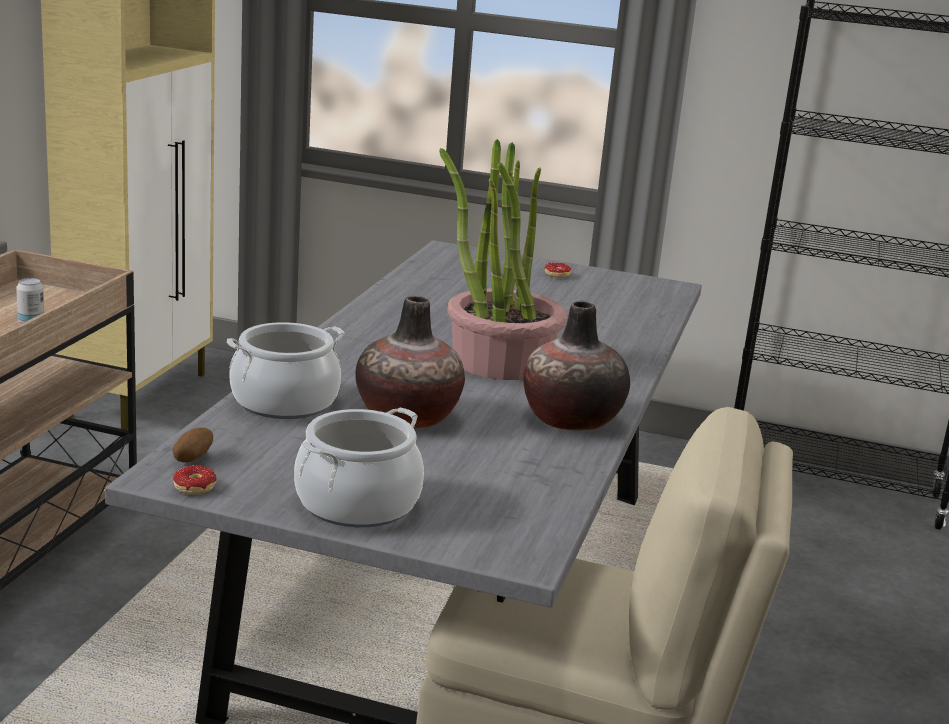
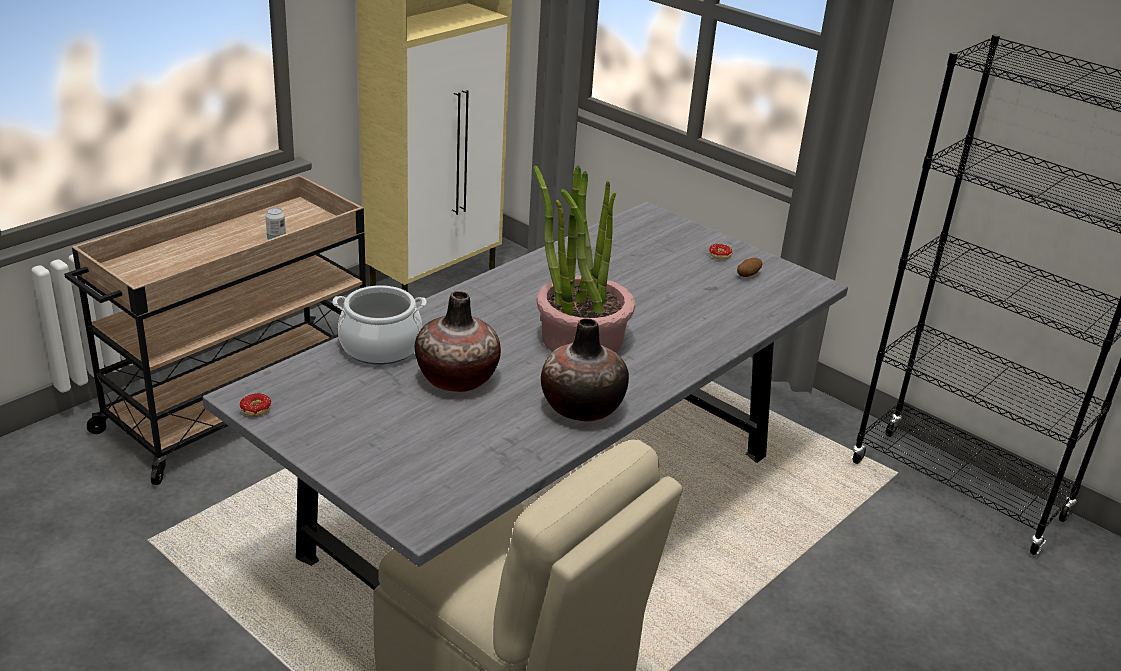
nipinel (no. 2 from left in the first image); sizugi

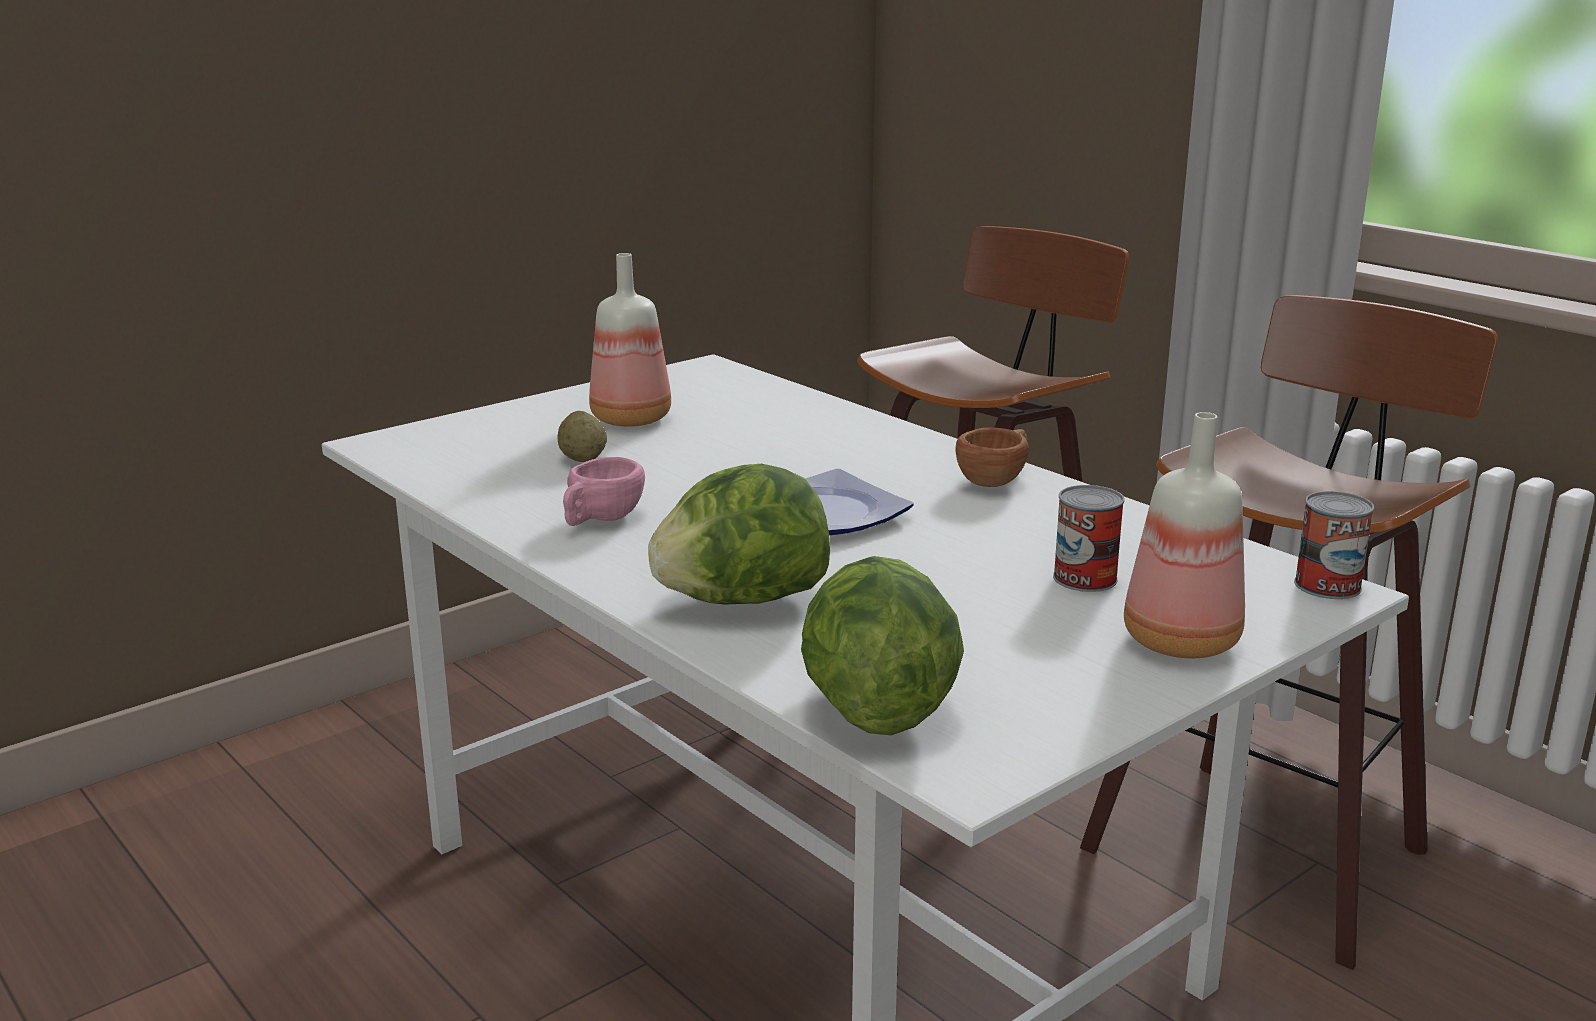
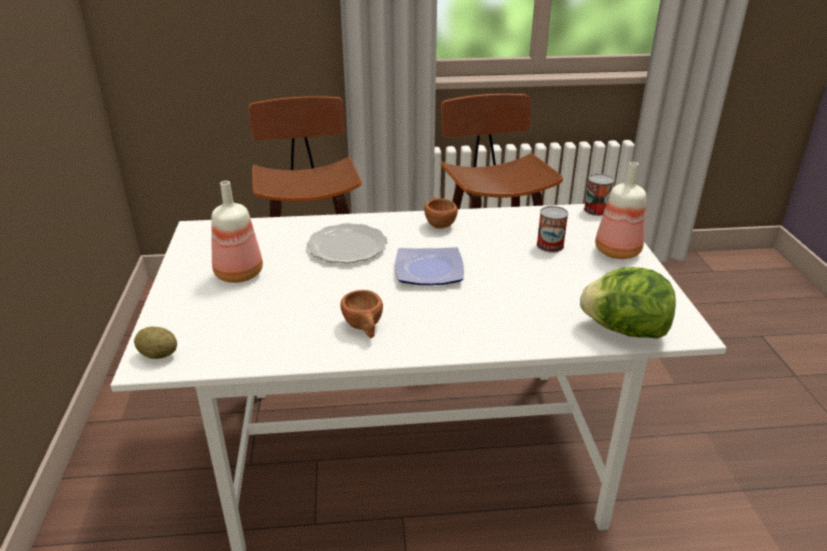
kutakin (no. 1 from left in the first image); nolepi (no. 1 from left); sizugi; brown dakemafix (no. 1 from left)

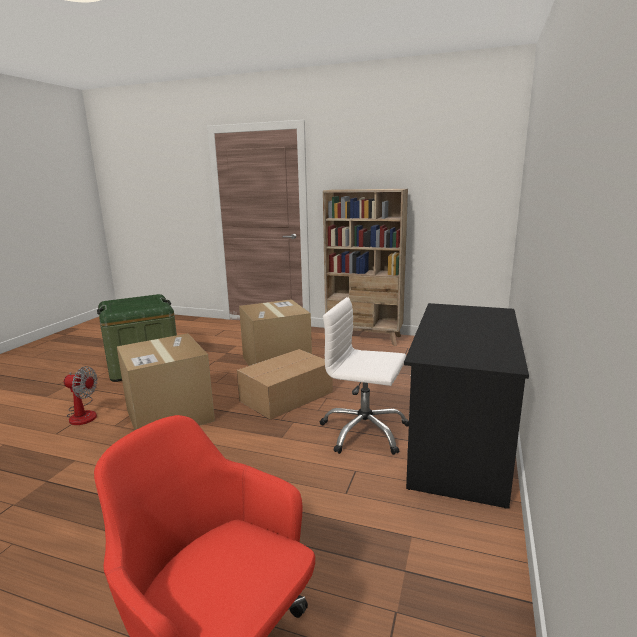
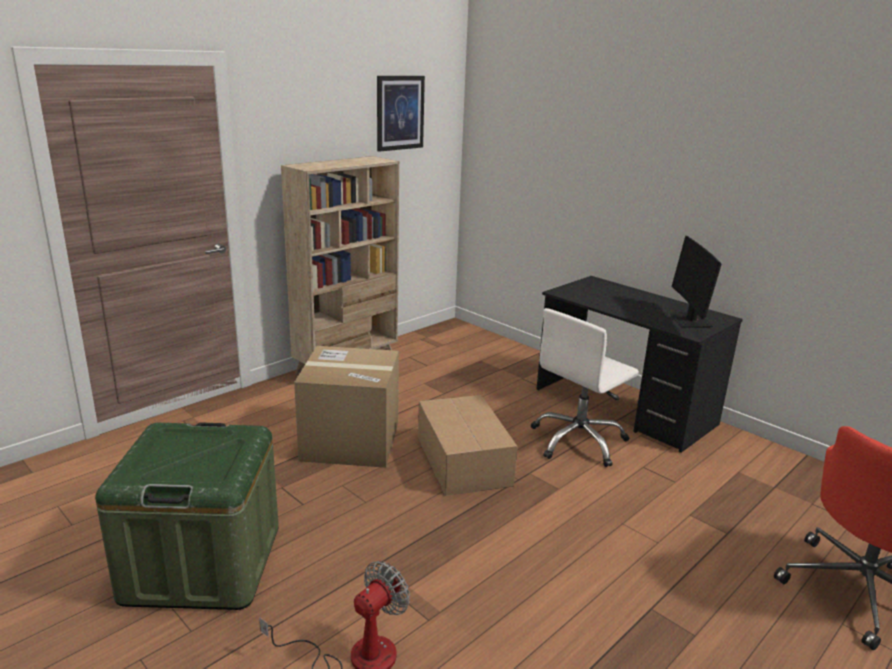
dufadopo (no. 1 from left in the first image); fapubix; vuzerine

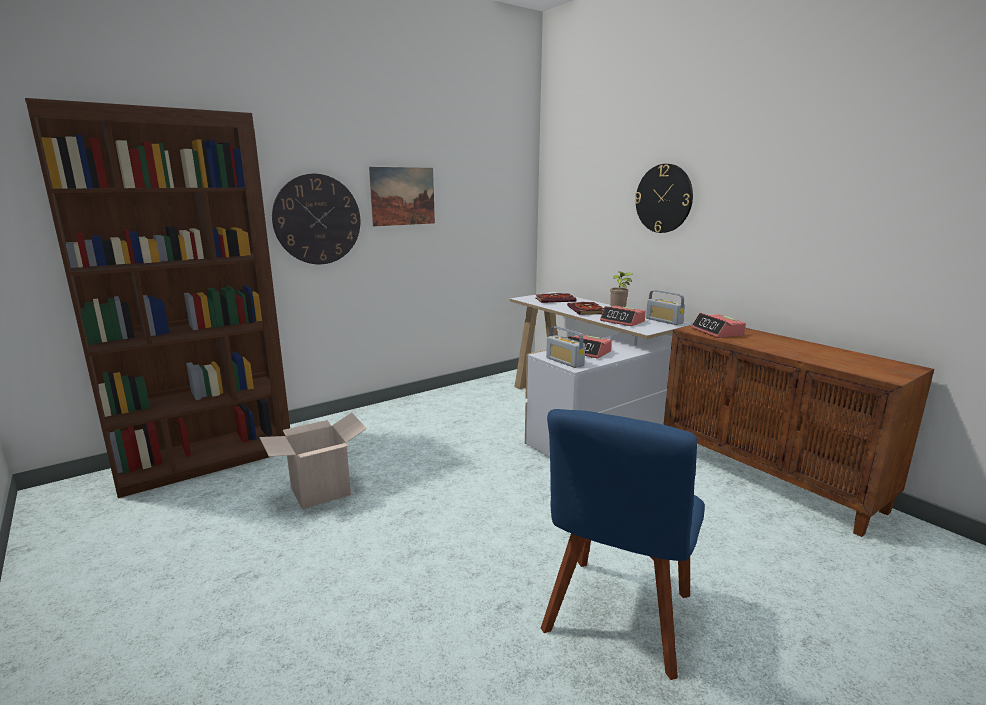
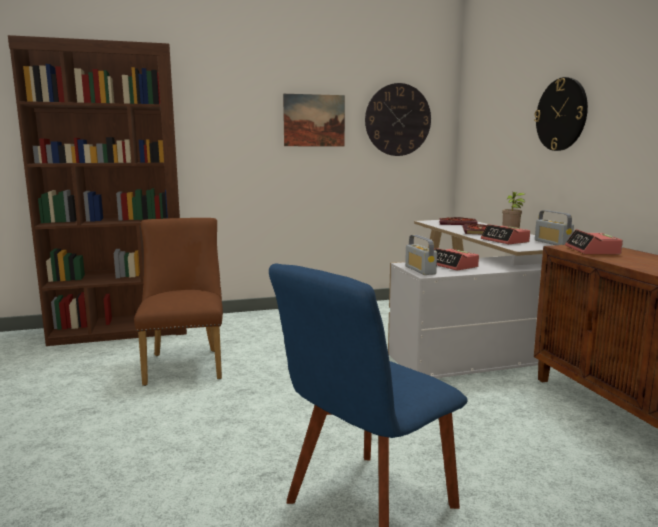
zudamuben (no. 1 from left); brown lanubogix

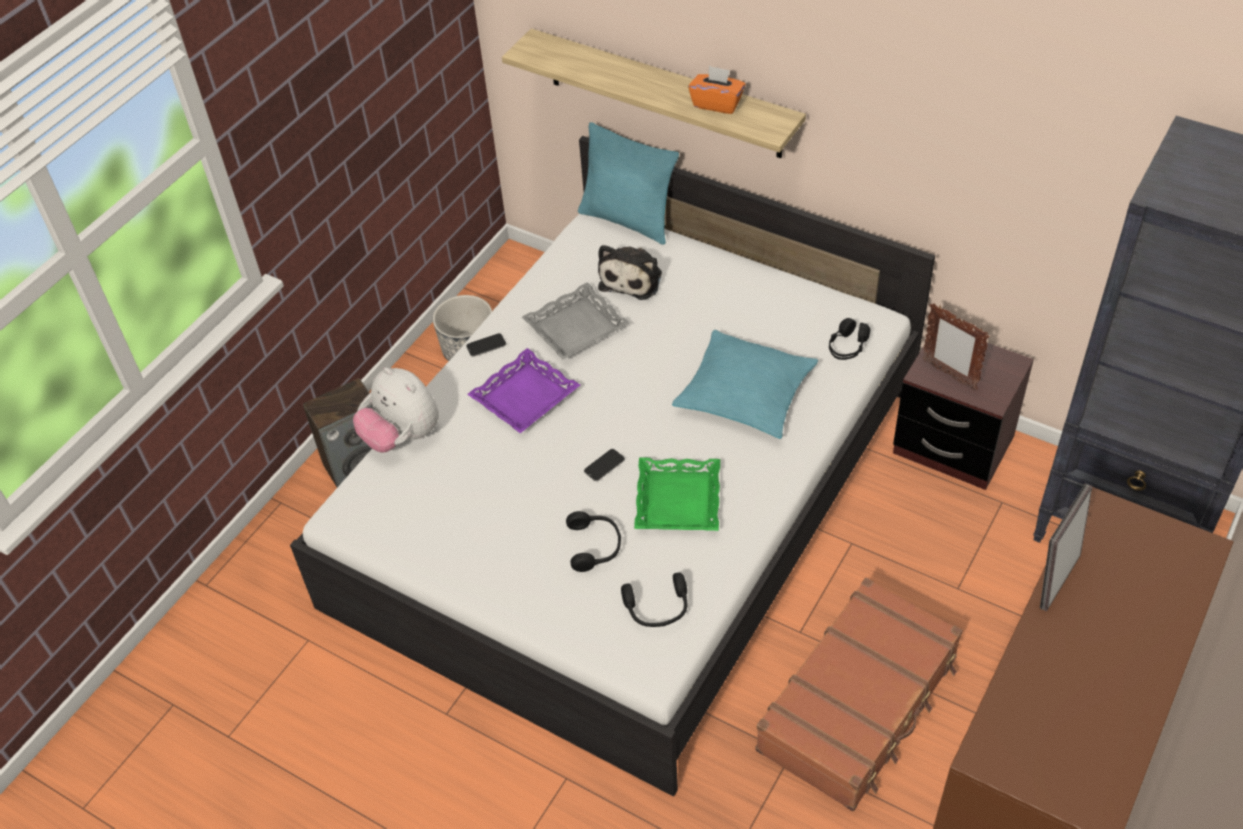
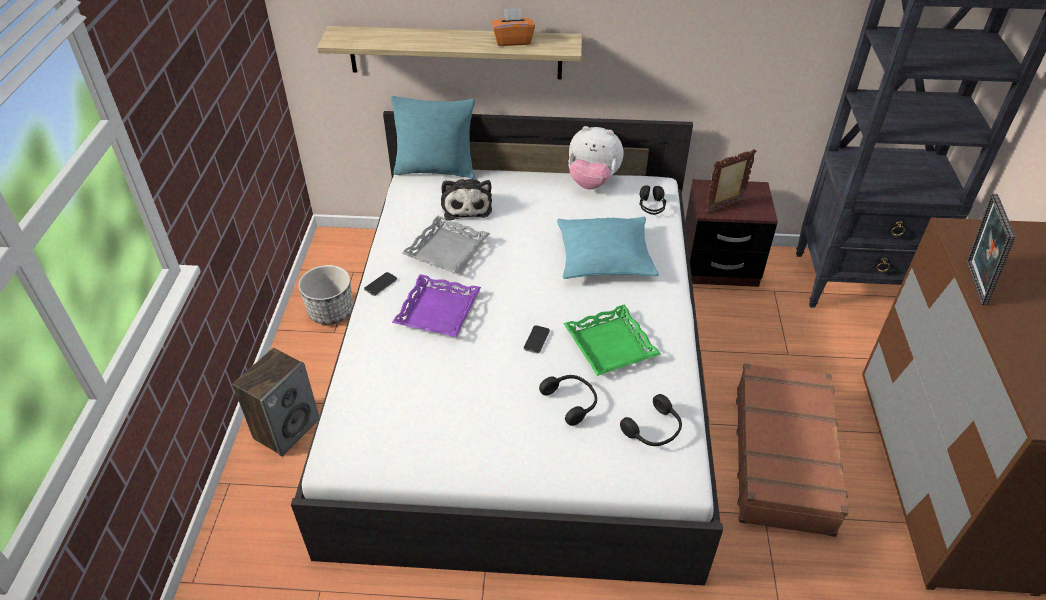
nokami (no. 2 from left); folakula (no. 1 from left)

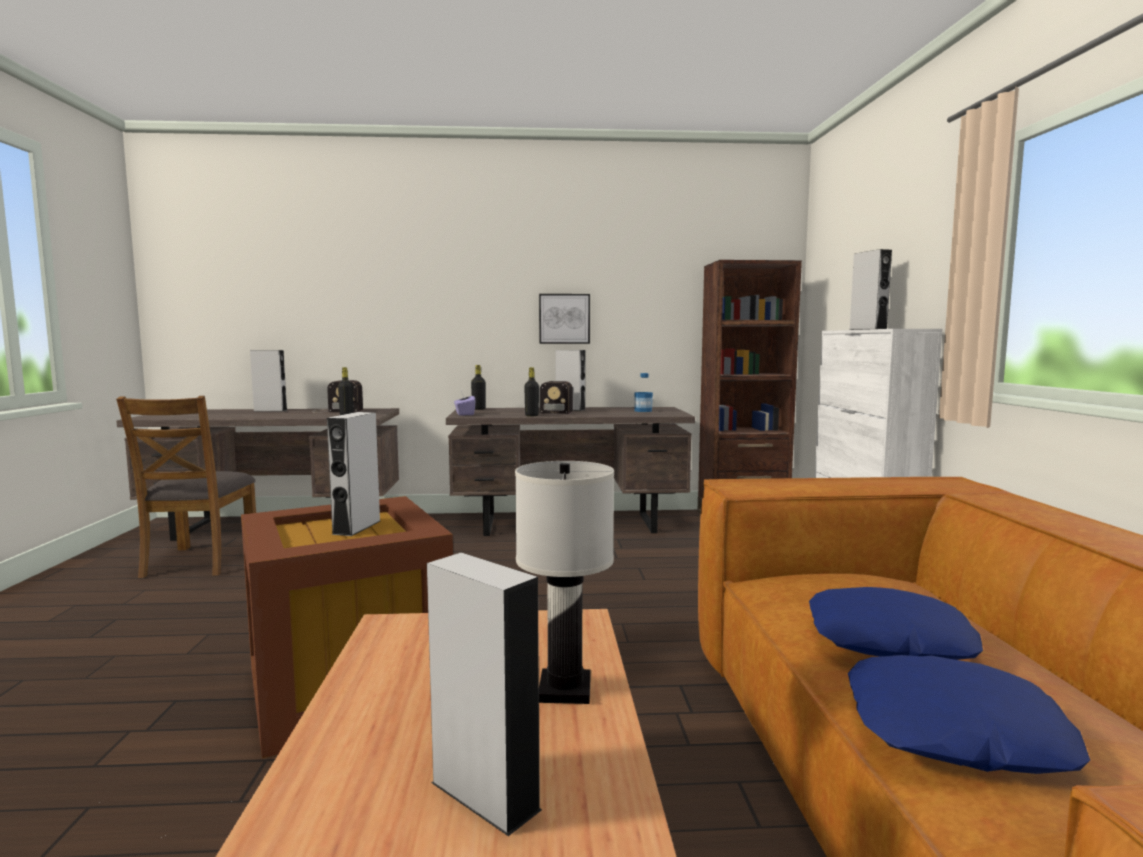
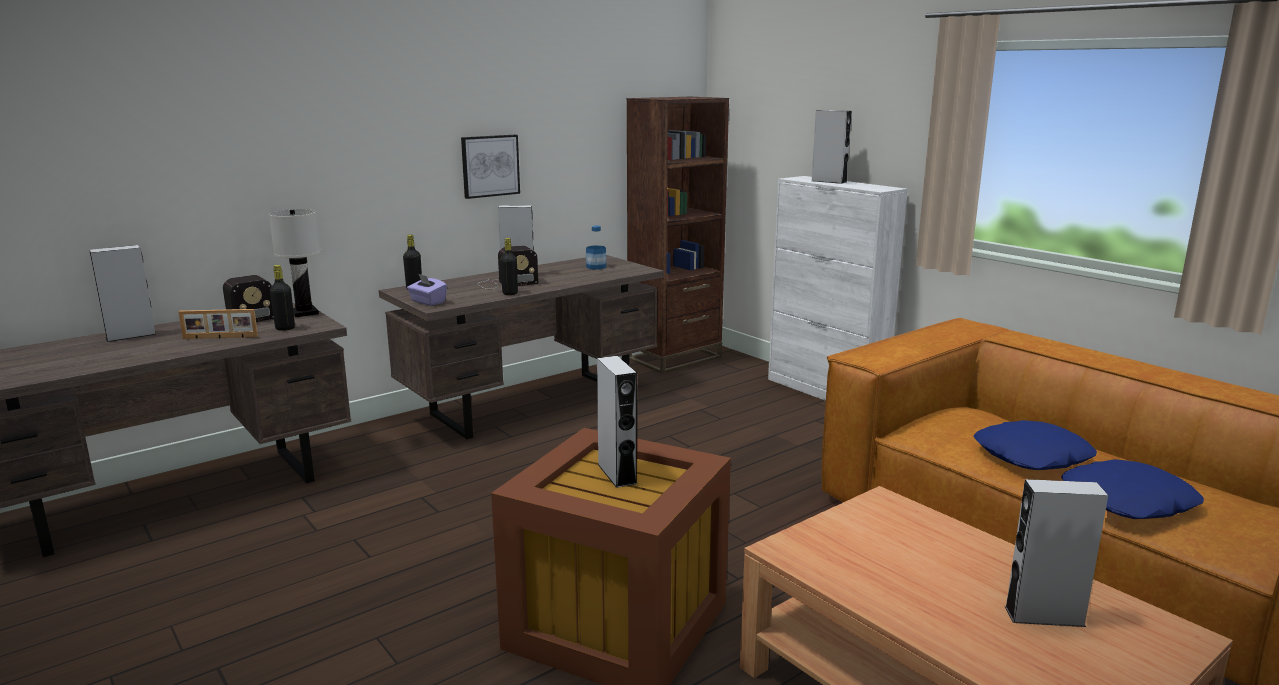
brown lanubogix; folakula; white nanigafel

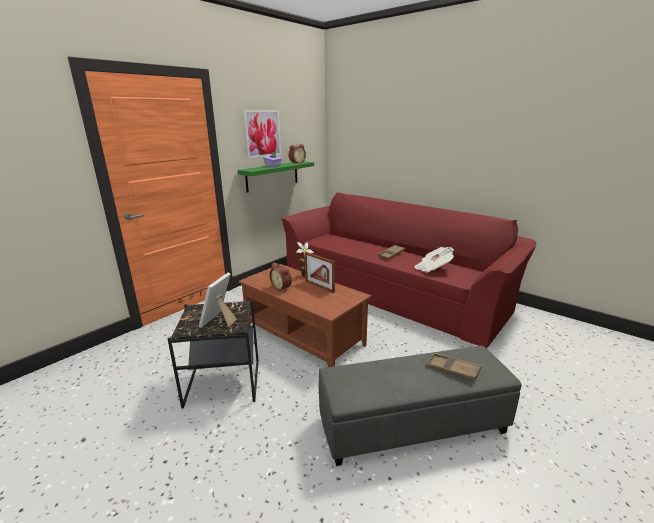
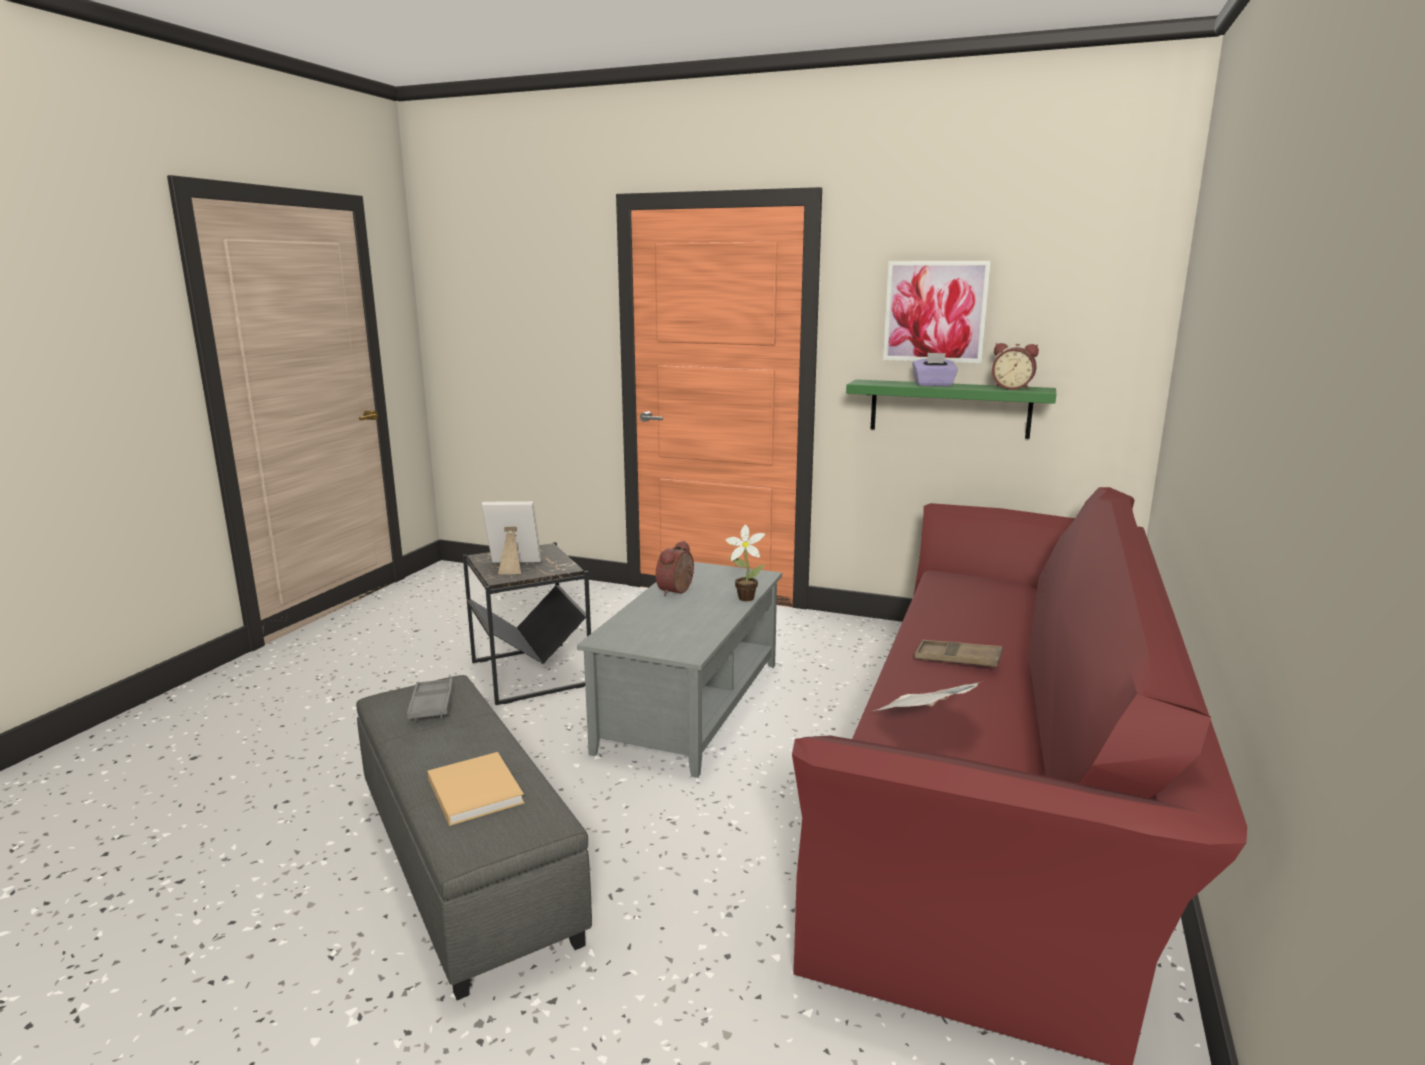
folakula (no. 2 from left in the first image); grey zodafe; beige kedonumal; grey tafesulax

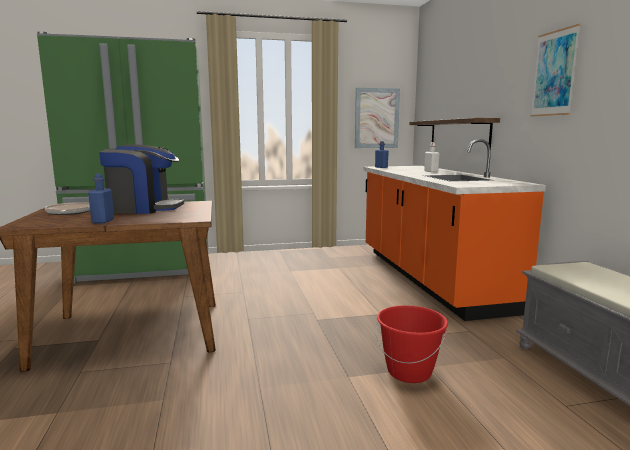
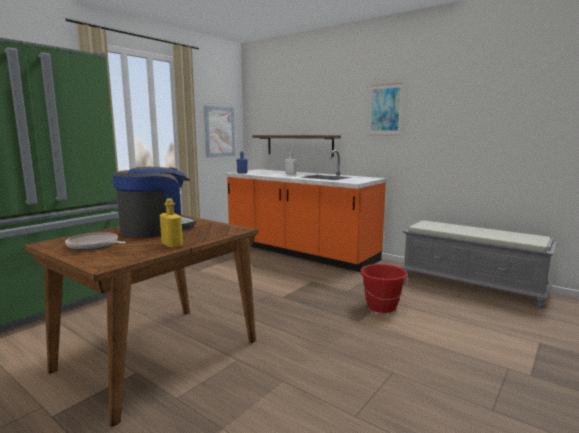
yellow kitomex

